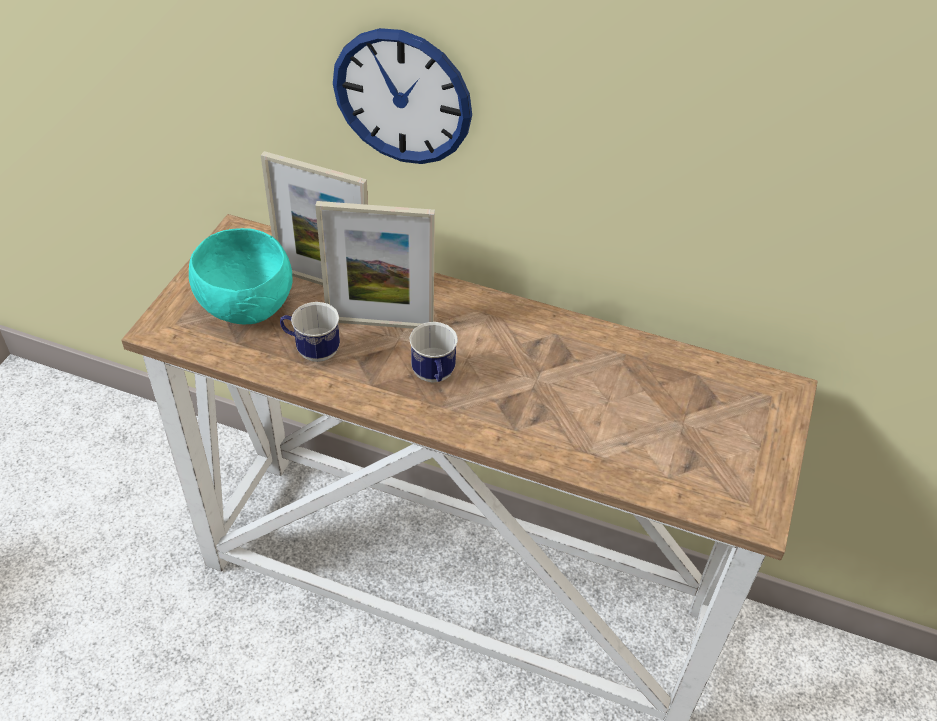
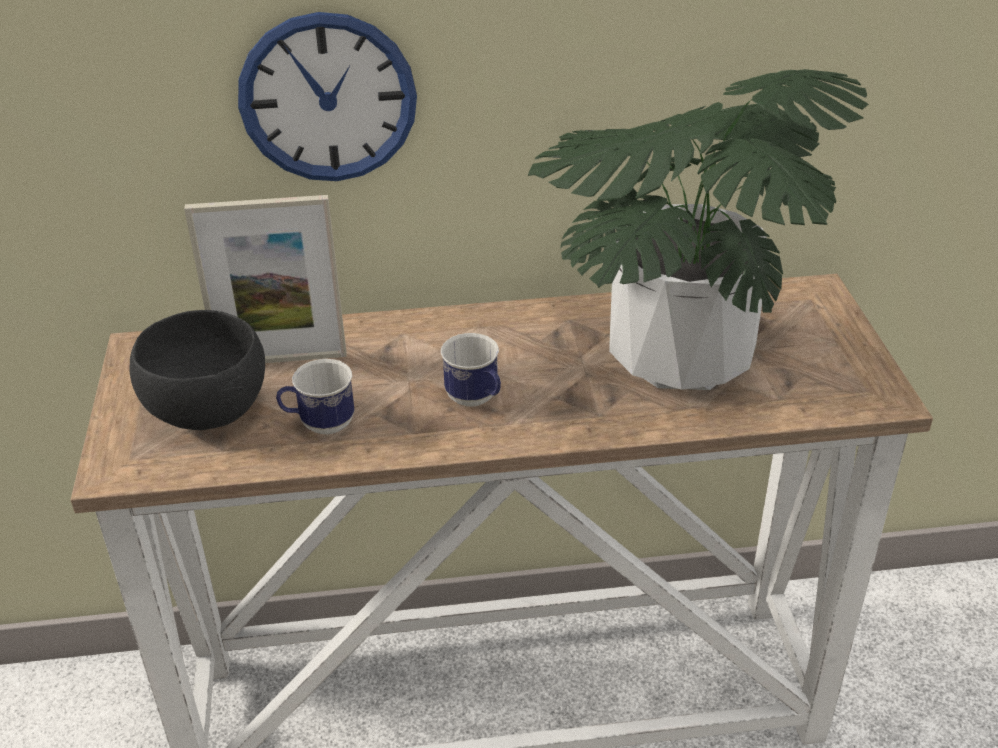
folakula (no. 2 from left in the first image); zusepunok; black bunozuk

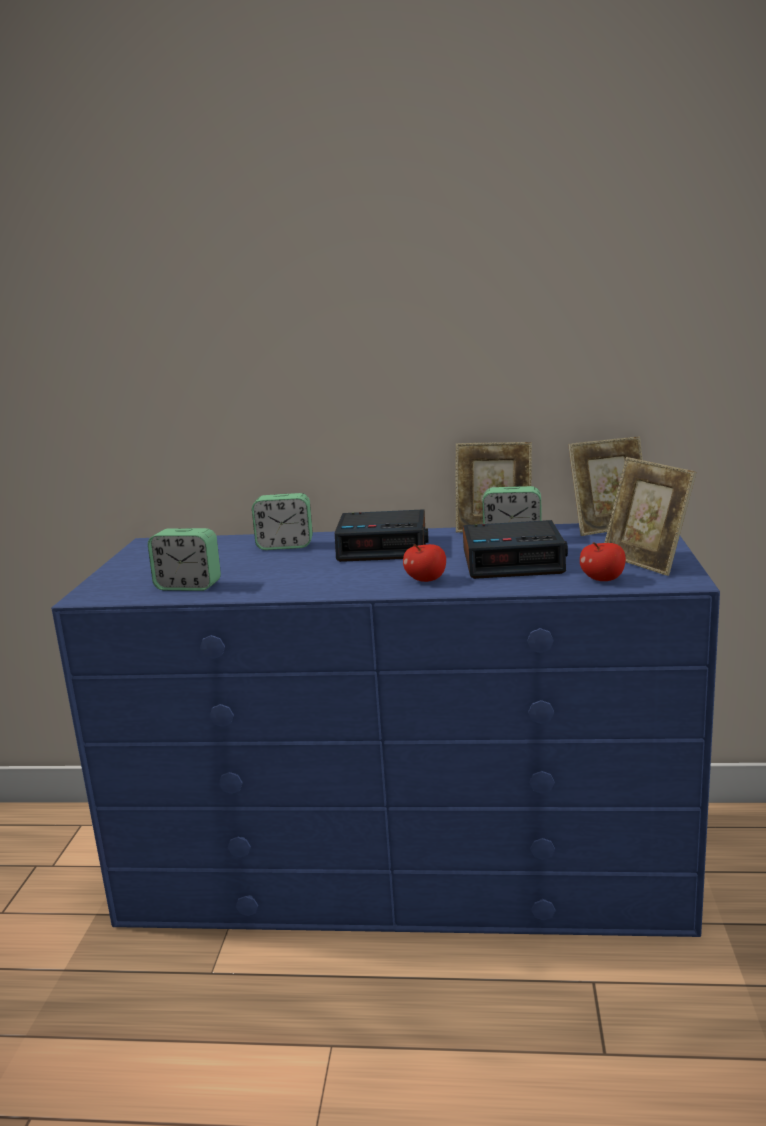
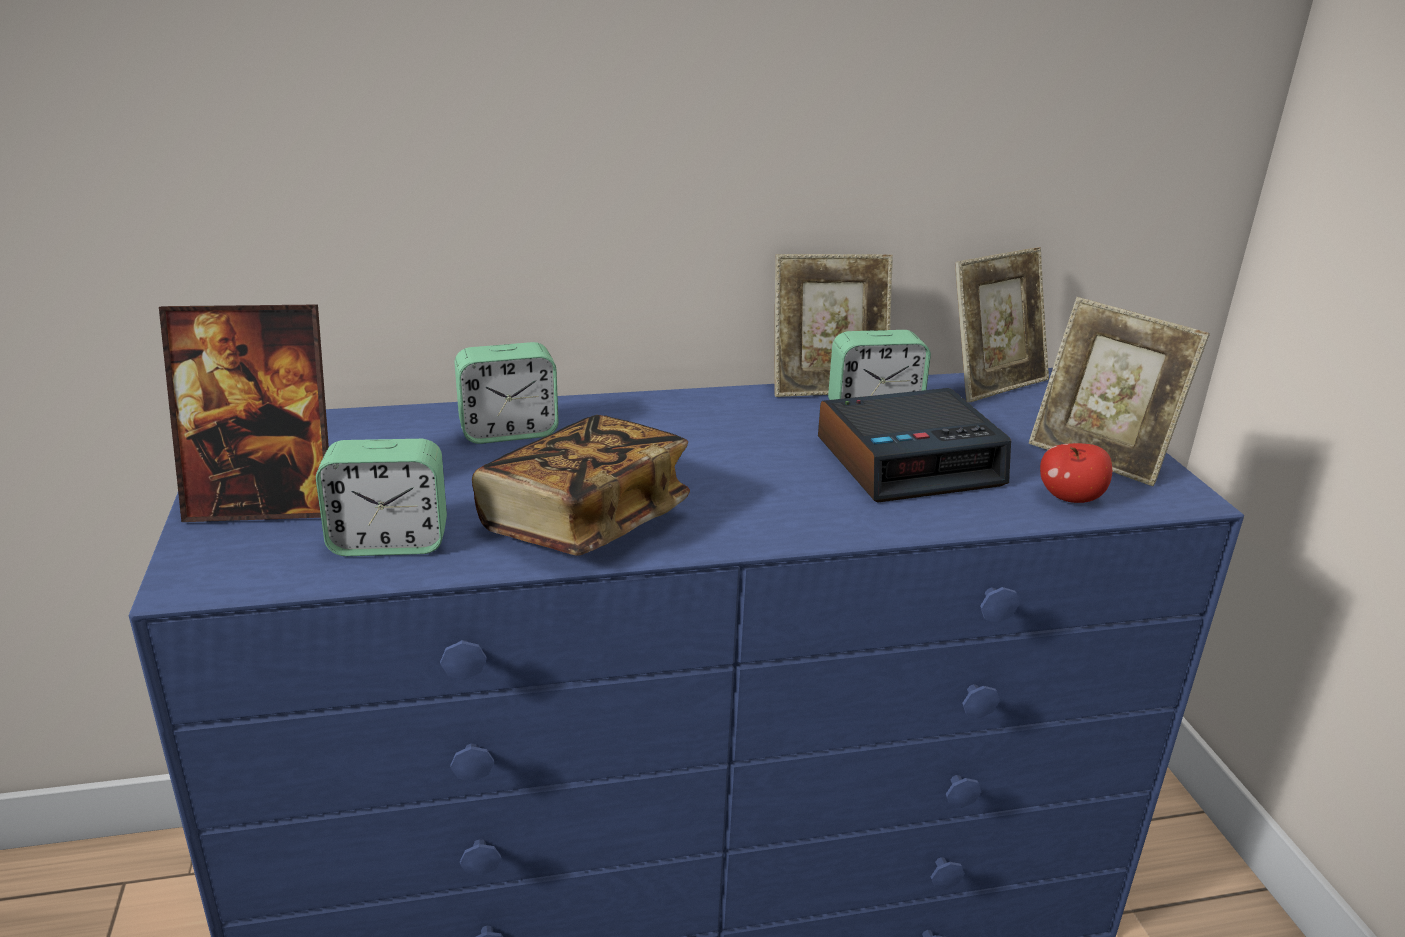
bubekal (no. 3 from left in the first image); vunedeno (no. 1 from left in the first image); folakula (no. 1 from left); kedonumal

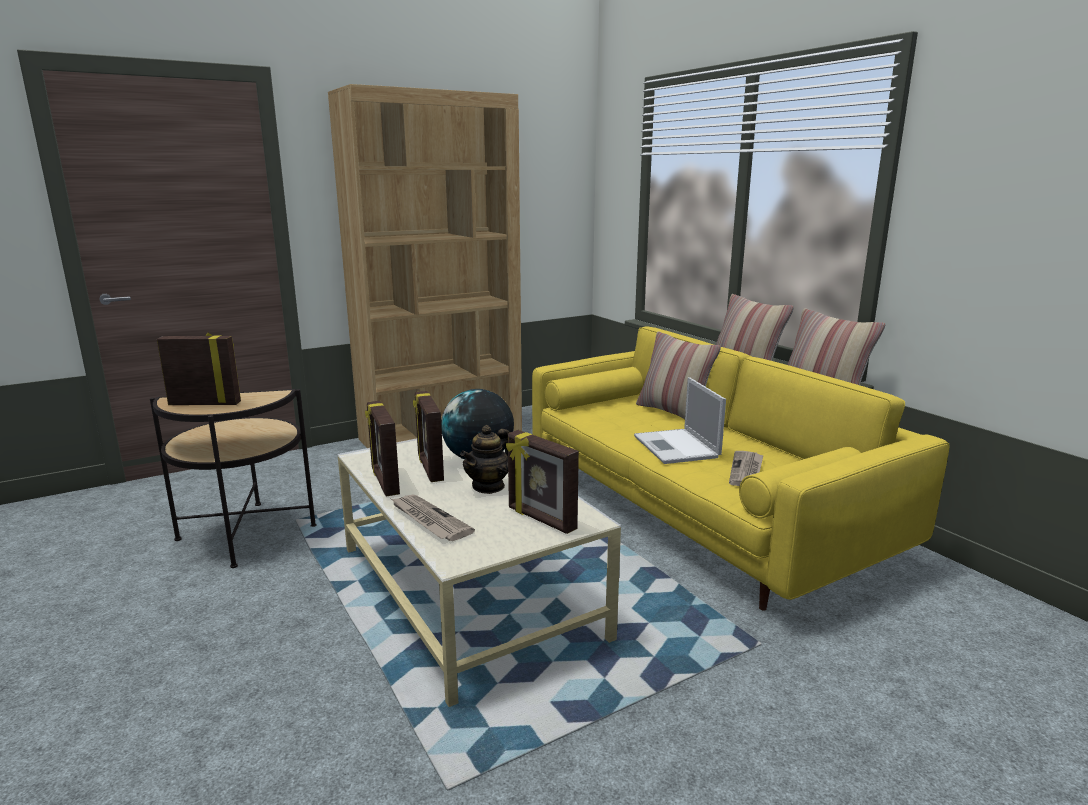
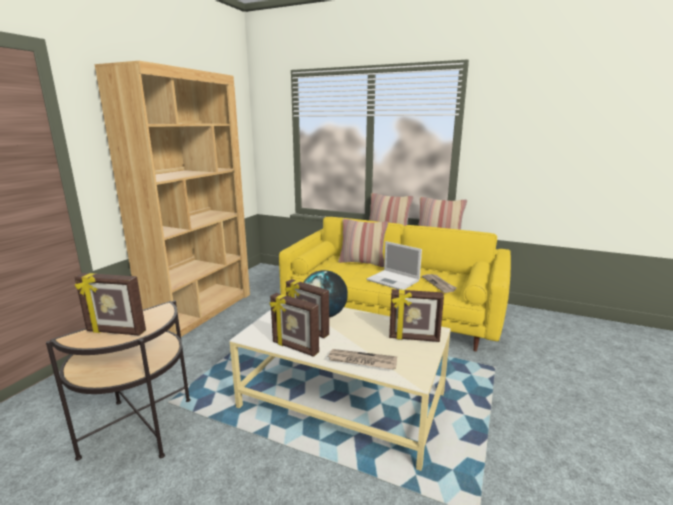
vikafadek; folakula (no. 1 from left)

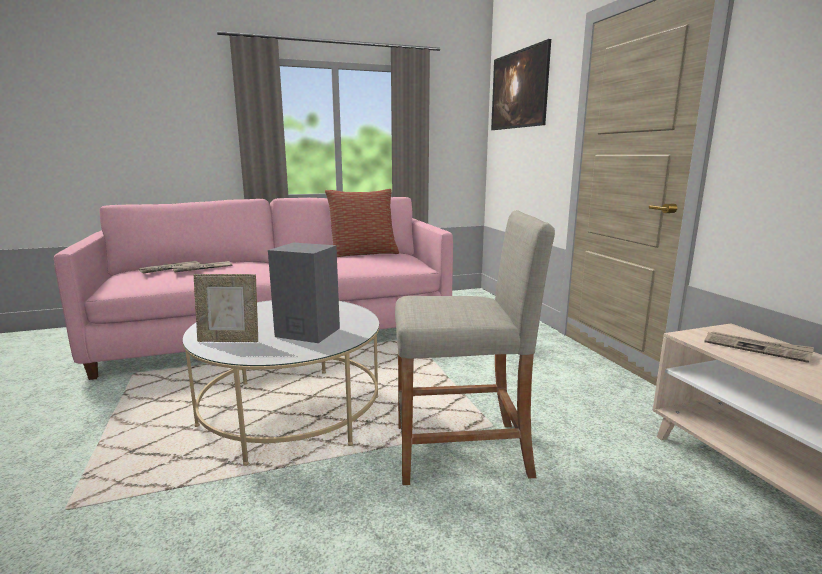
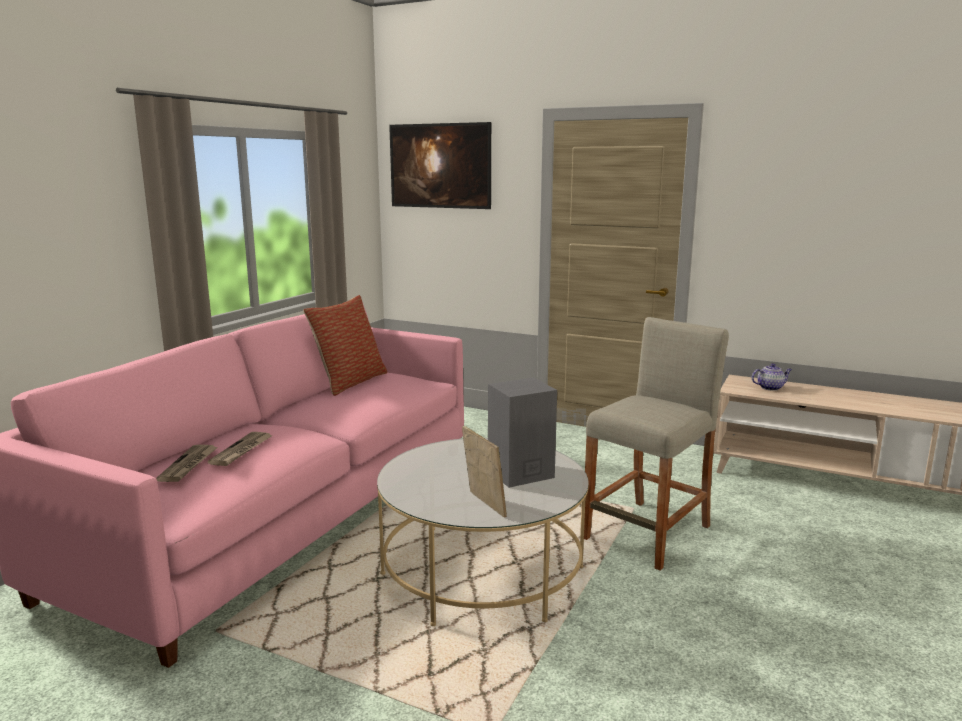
vikafadek; folakula

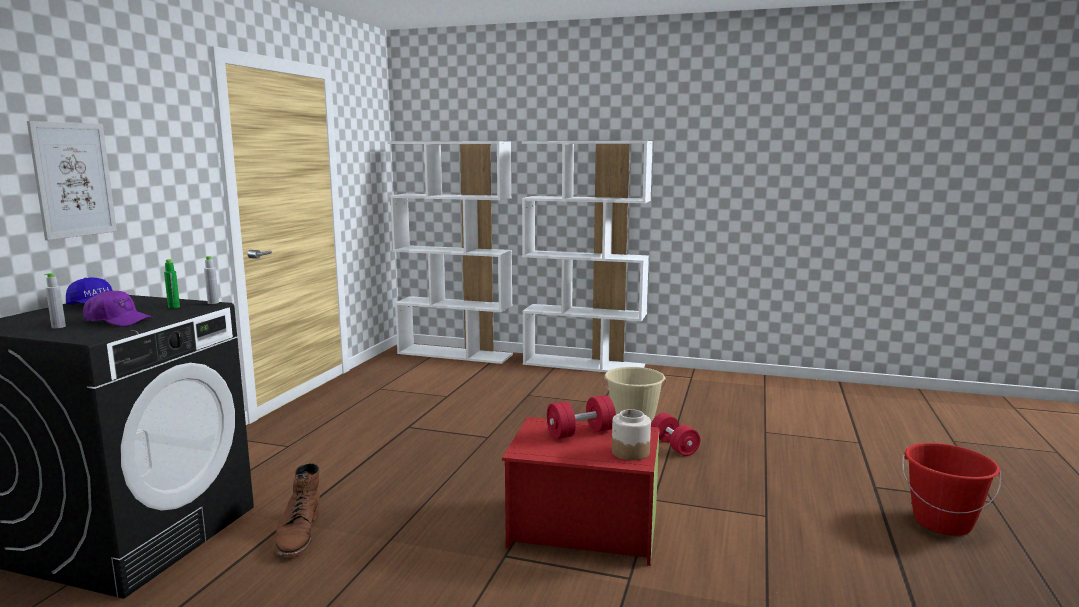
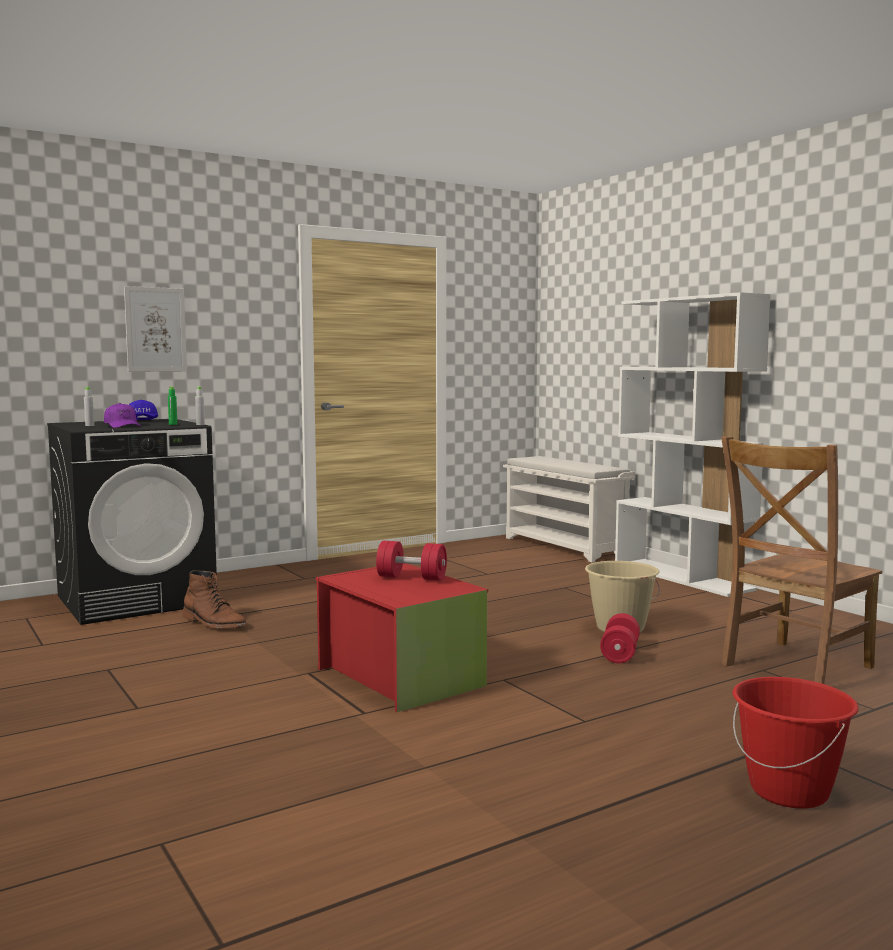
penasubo; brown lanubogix; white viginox; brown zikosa

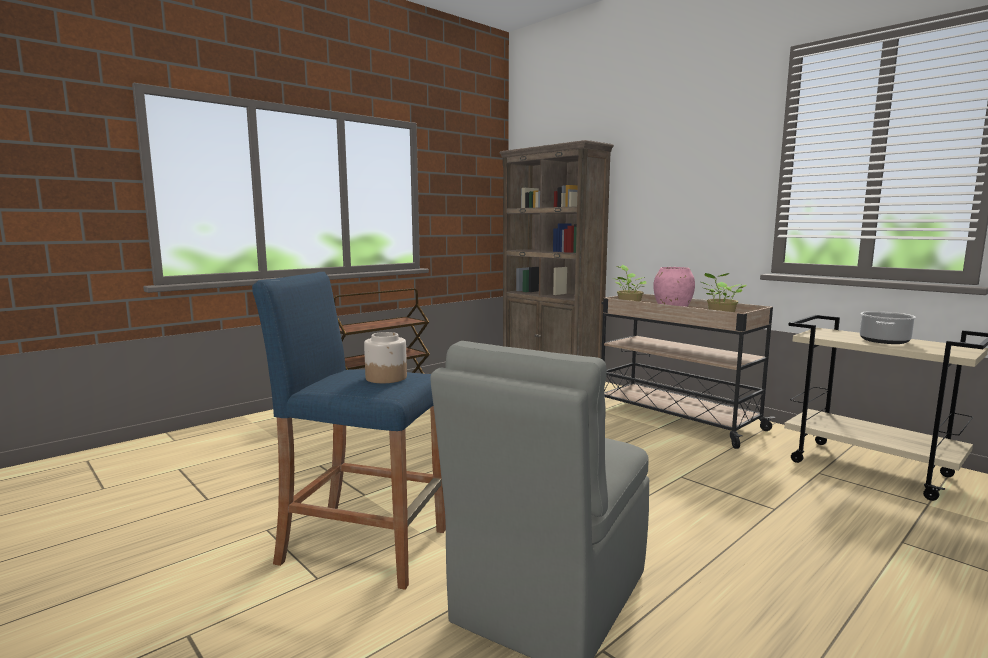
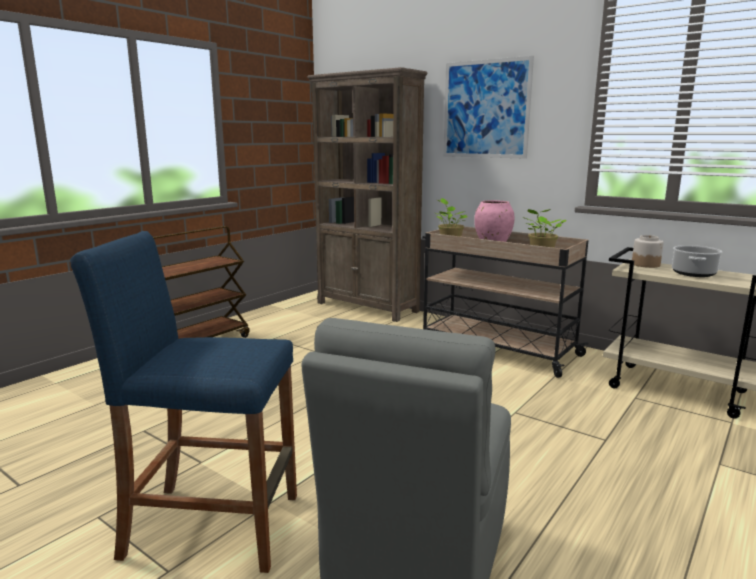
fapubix; penasubo

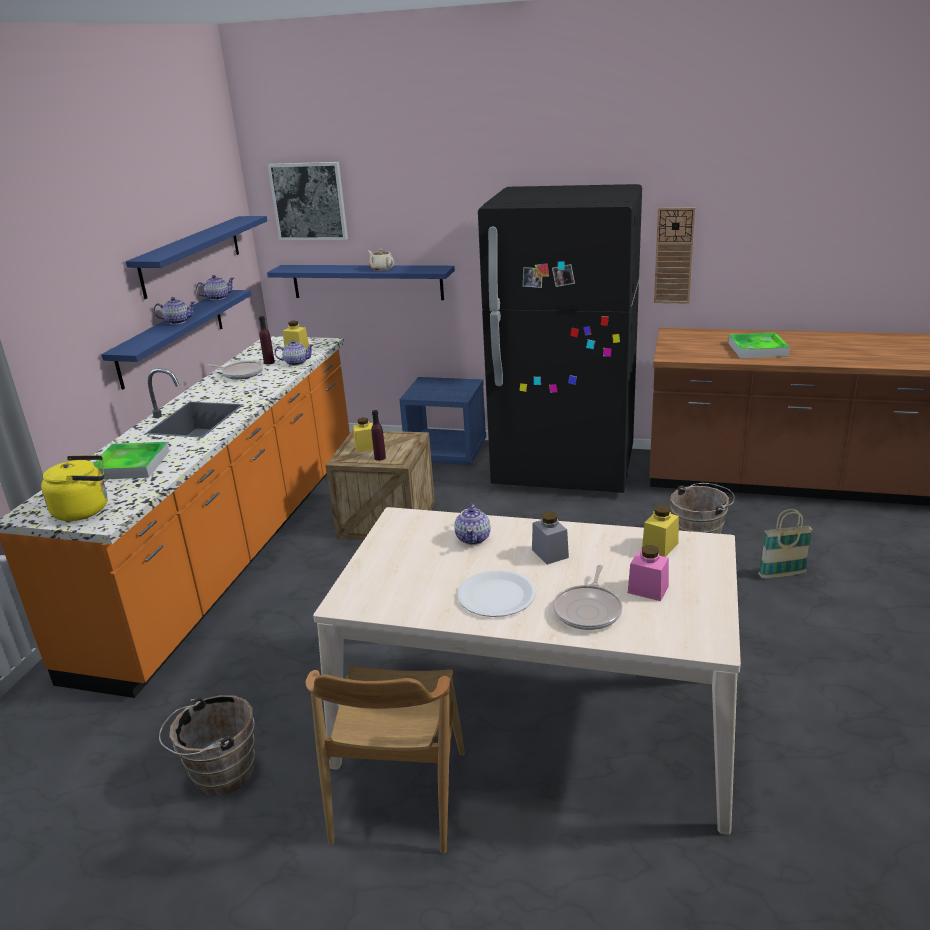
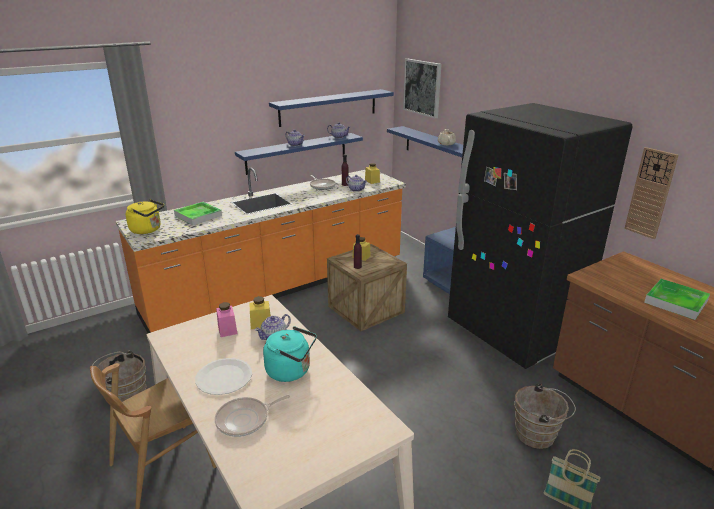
pink penasubo; yellow penasubo (no. 1 from left); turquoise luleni

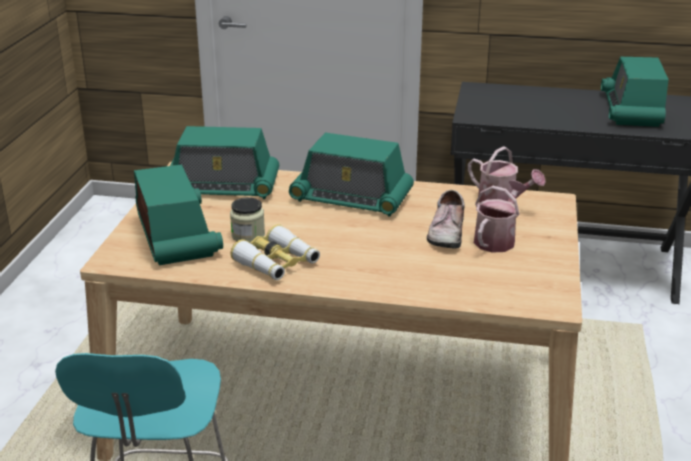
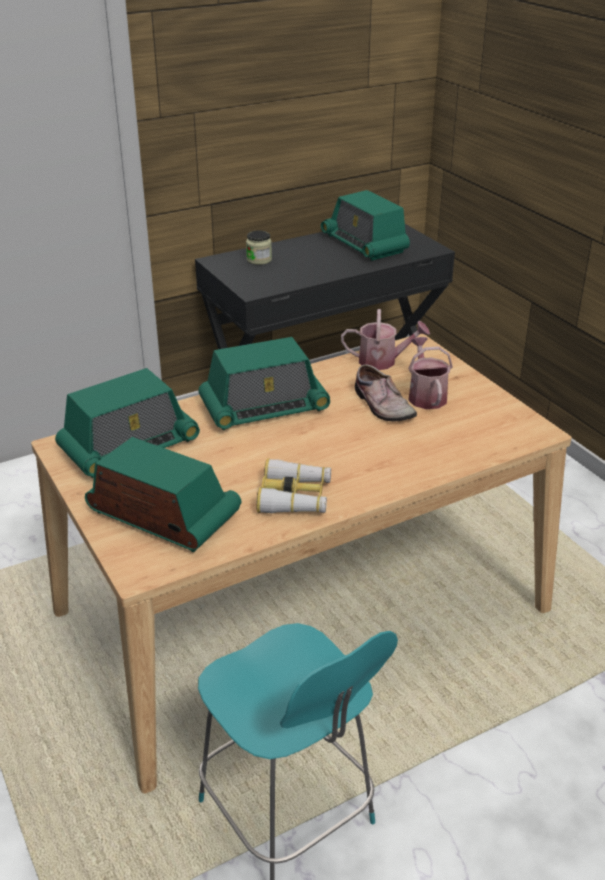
penasubo

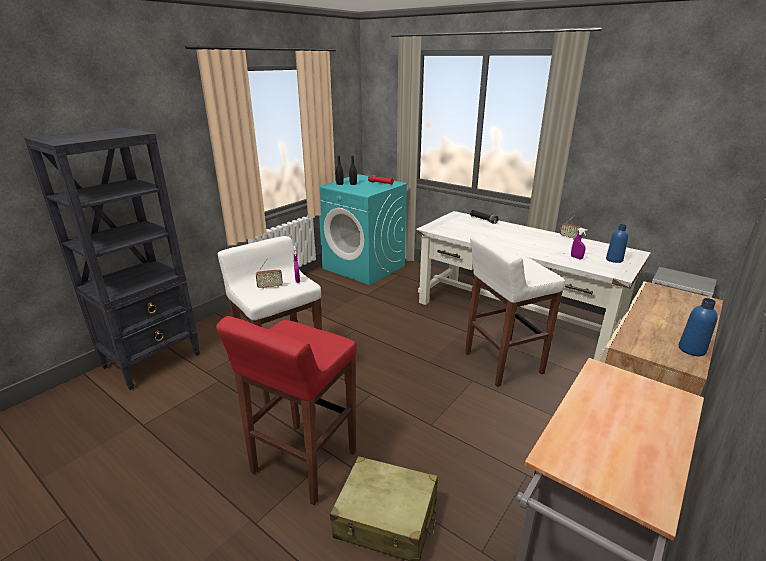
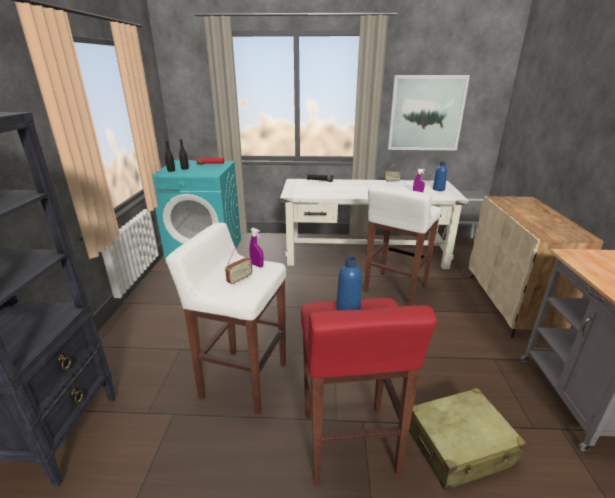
fapubix; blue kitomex (no. 1 from left)

